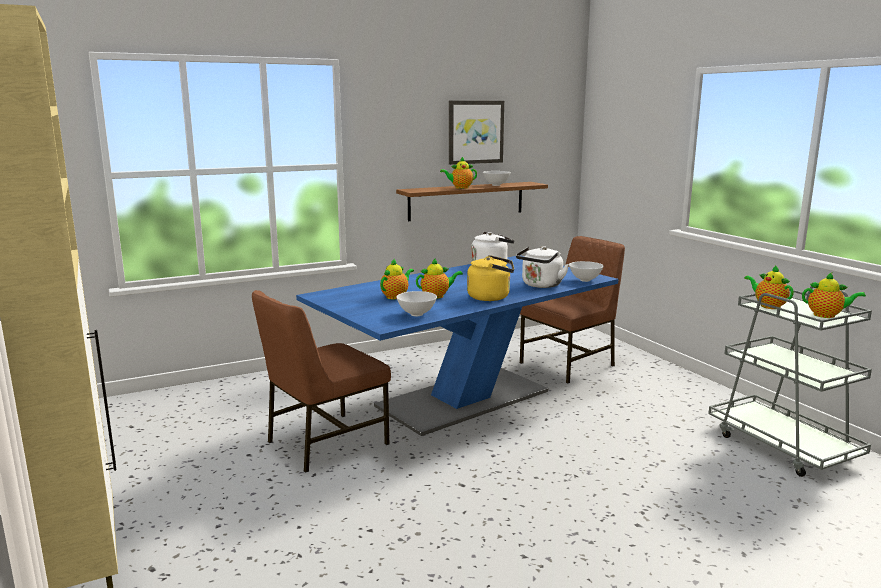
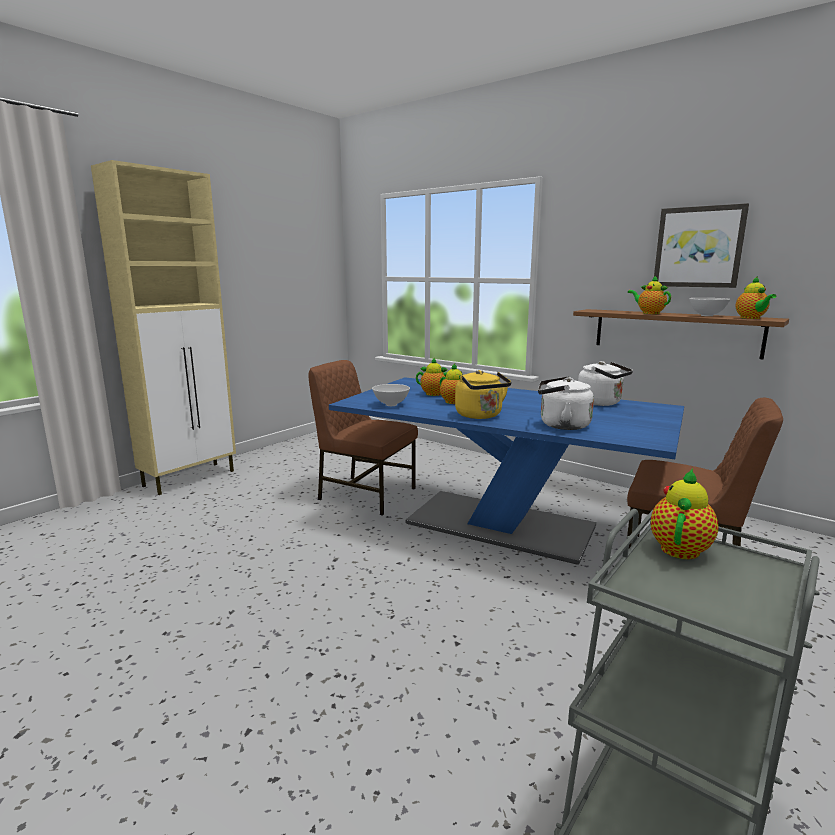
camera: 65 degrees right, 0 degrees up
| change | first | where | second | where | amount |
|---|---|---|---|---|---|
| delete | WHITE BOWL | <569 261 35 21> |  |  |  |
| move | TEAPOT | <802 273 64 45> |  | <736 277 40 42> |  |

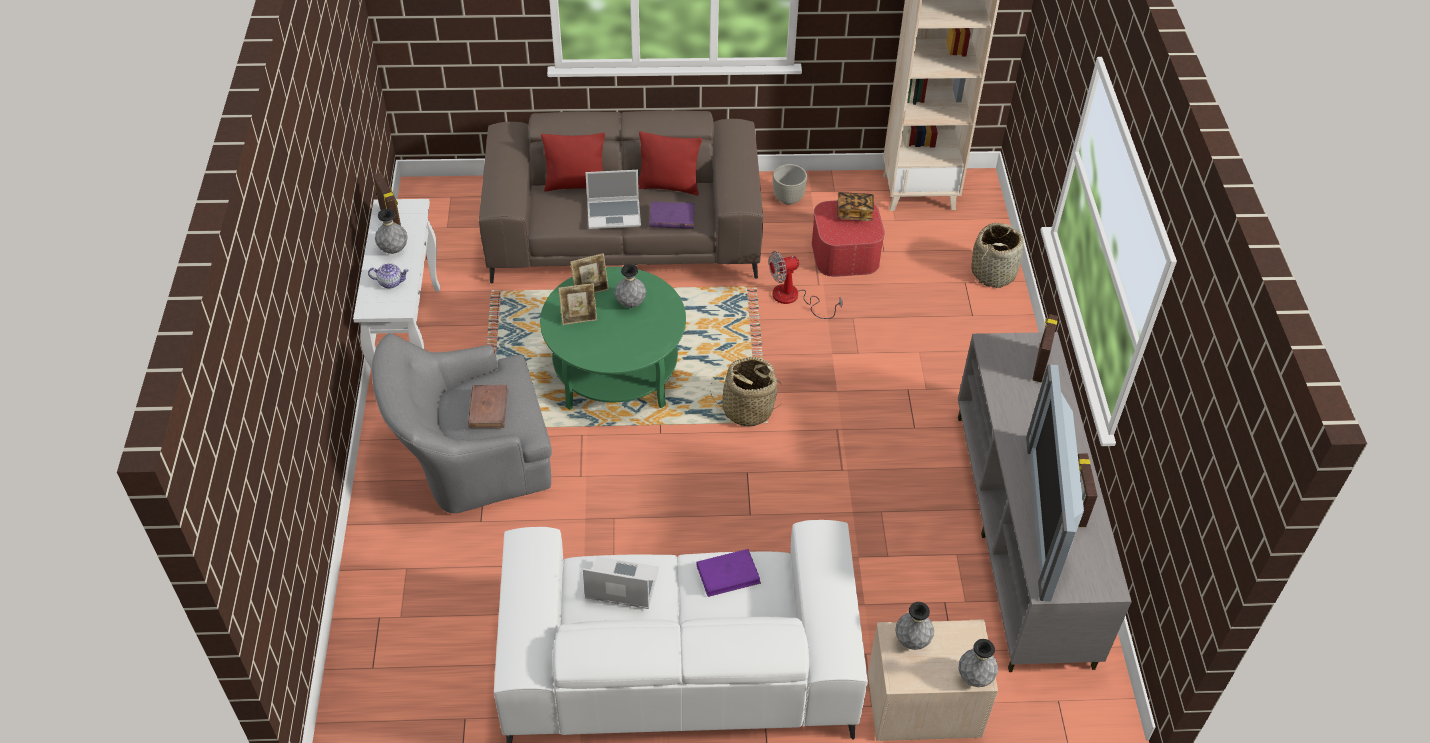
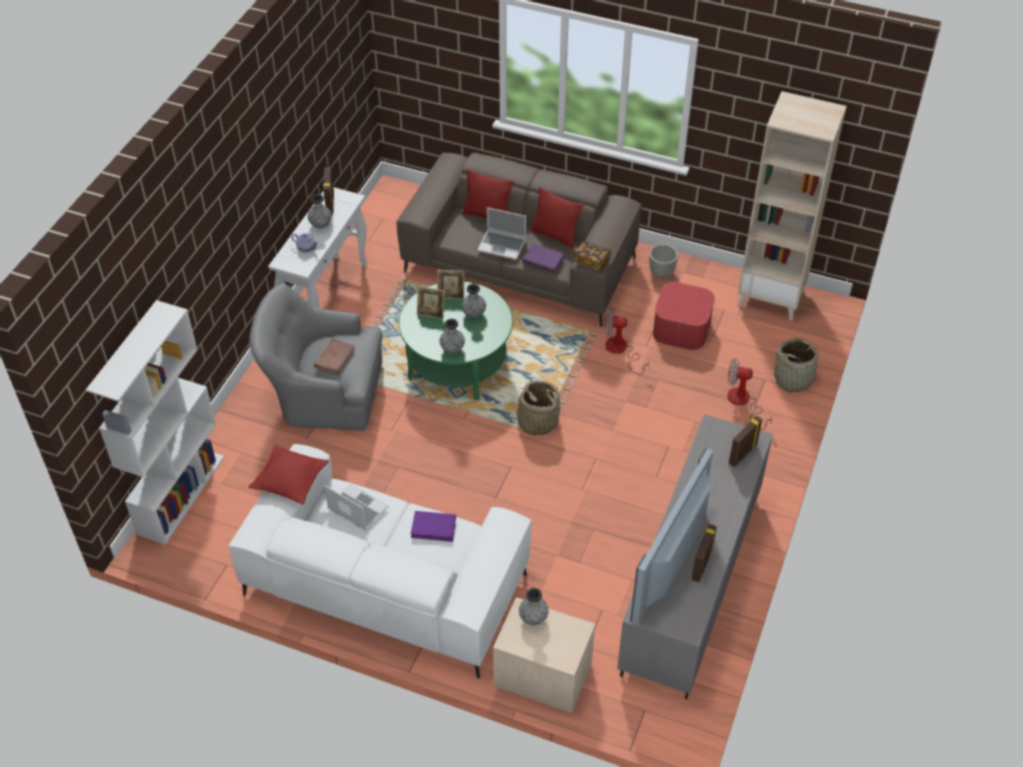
camera: 25 degrees right, 0 degrees up
| change | first | where | second | where | amount |
|---|---|---|---|---|---|
| move | BOOK | <837 192 37 29> |  | <574 241 37 30> |  |
| move | GREY VASE | <958 639 40 48> |  | <440 319 25 34> |  |
| insert |  |  | WHITE BOOKCASE | <86 300 138 245> |  |
| insert |  |  | FAN | <728 359 45 70> |  |
| insert |  |  | RED PILLOW | <249 444 80 60> |  |

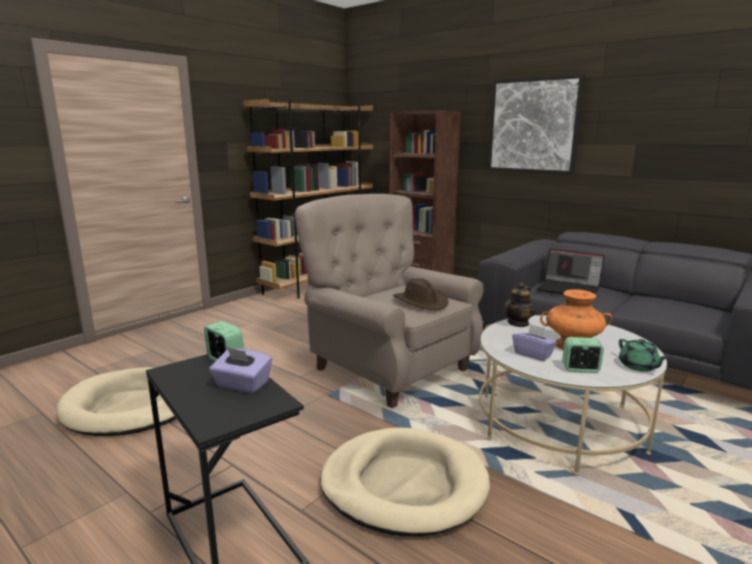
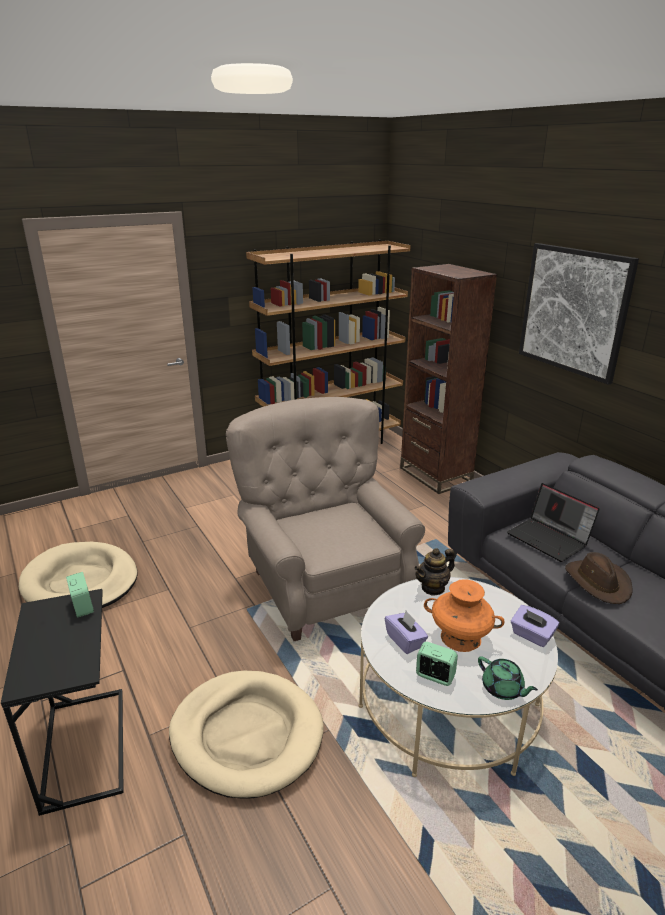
camera: 20 degrees right, 10 degrees up
| change | first | where | second | where | amount |
|---|---|---|---|---|---|
| move | BROWN HAT | <393 278 55 32> |  | <565 552 68 52> |  |
| rotate | GREEN TEAPOT | <619 339 49 33> |  | <478 656 60 44> | 45 degrees counterclockwise |
| move | PURPLE TISSUE BOX | <209 347 63 46> |  | <511 605 48 42> |  |

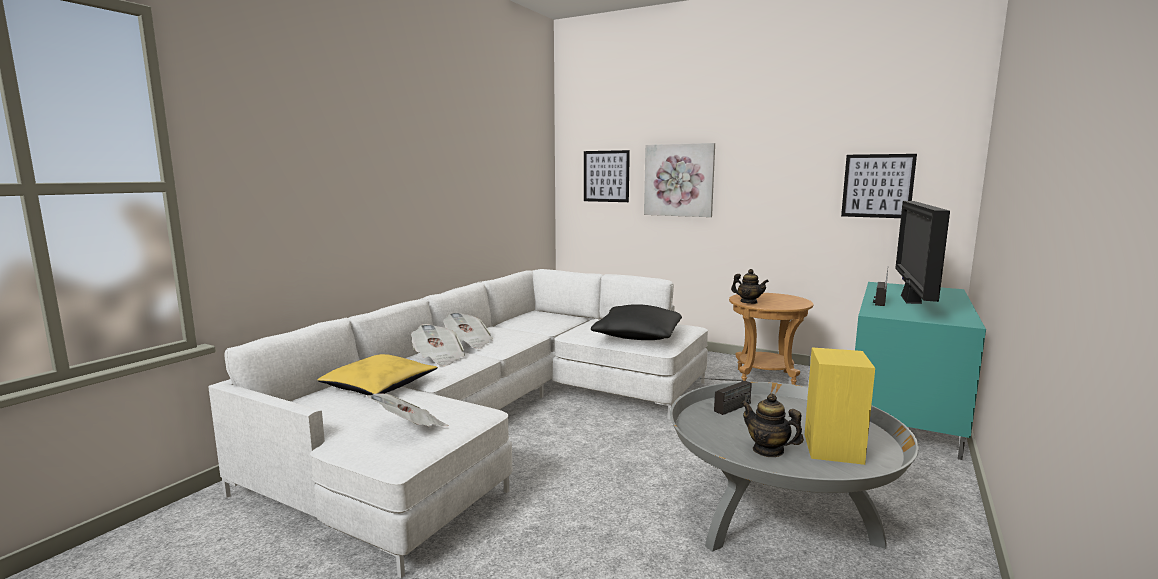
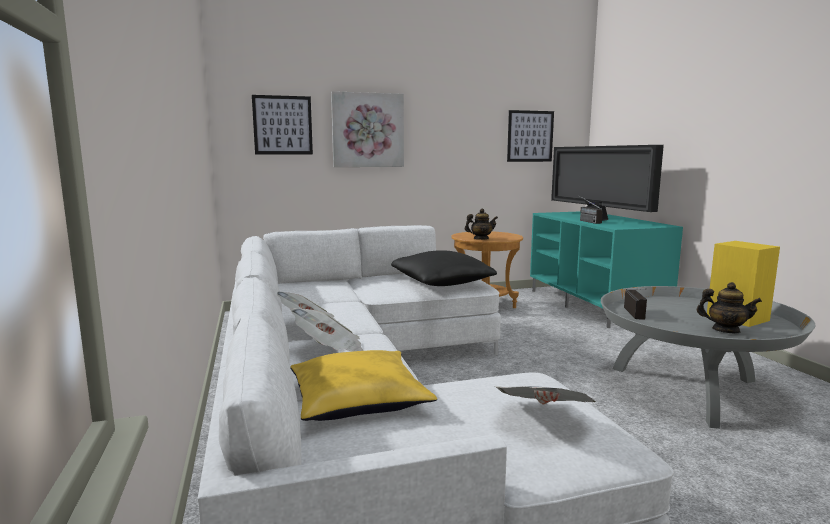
camera: 45 degrees left, 0 degrees up
| change | first | where | second | where | amount |
|---|---|---|---|---|---|
| rotate | TEAPOT | <741 393 63 64> |  | <697 282 65 51> | 150 degrees counterclockwise |

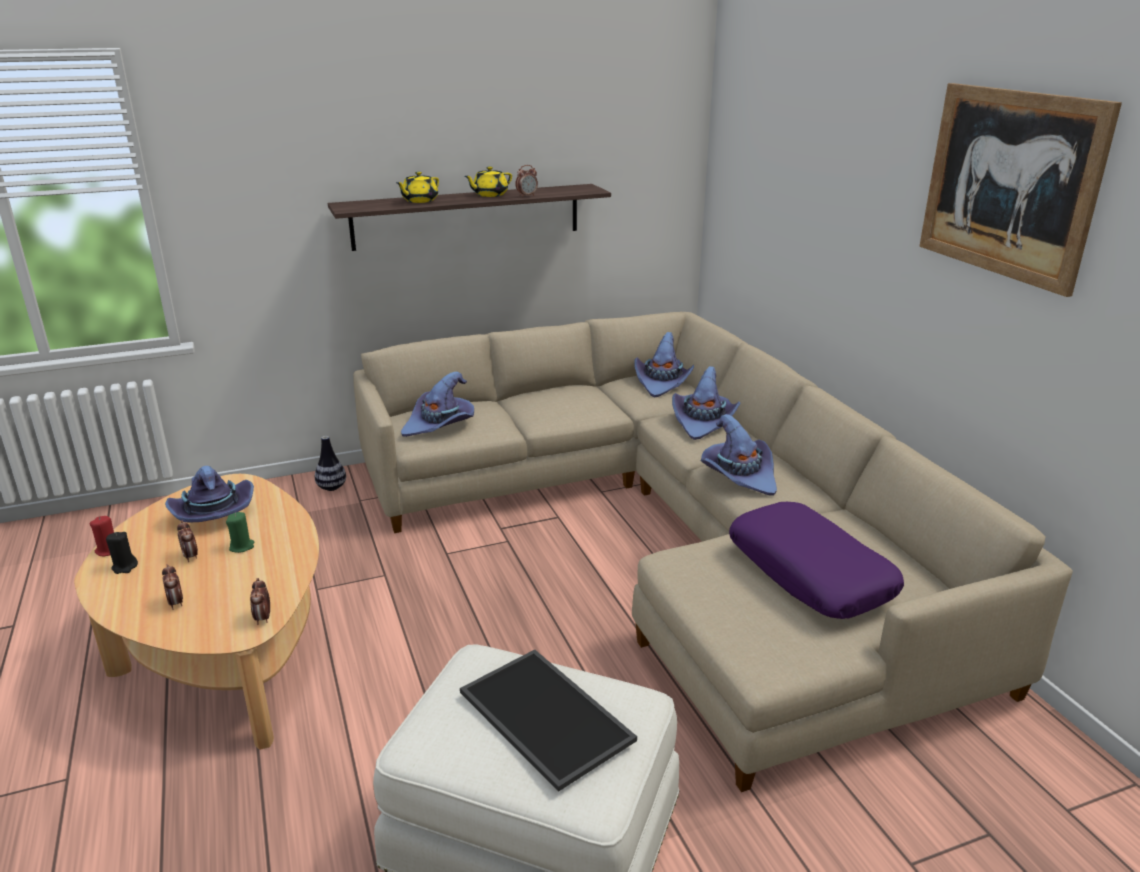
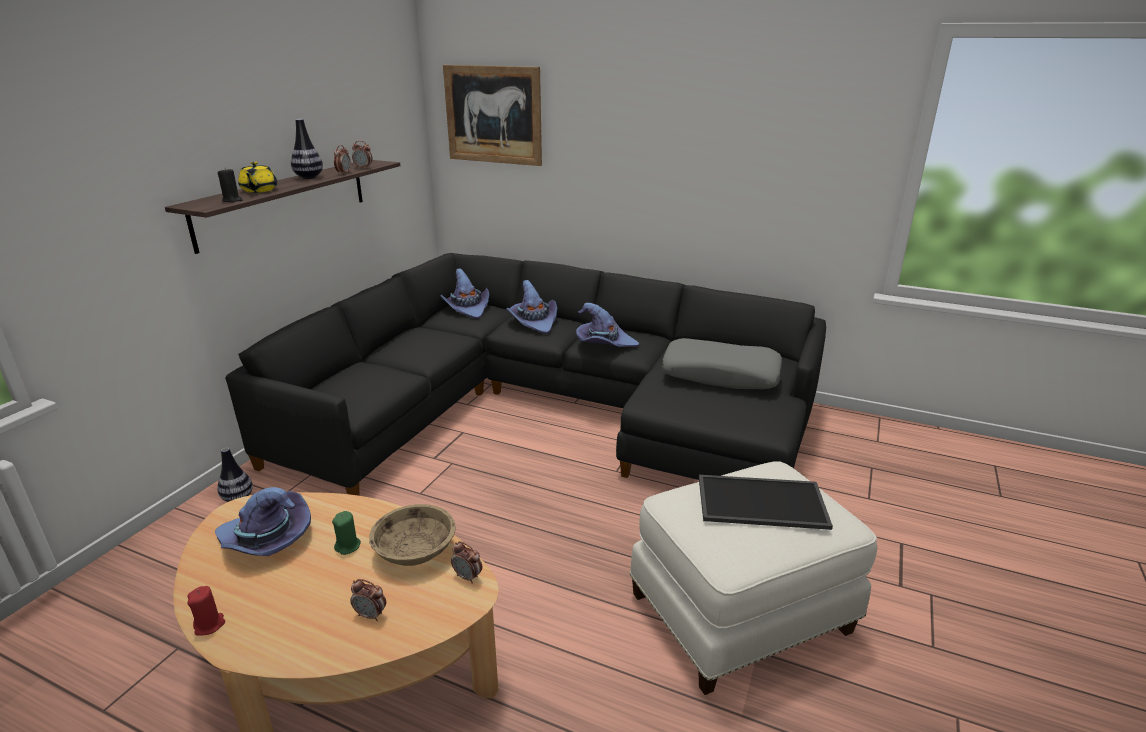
camera: 45 degrees left, 0 degrees up
| change | first | where | second | where | amount |
|---|---|---|---|---|---|
| move | PICTURE | <919 83 203 214> |  | <443 65 99 101> |  |
| replace | YELLOW TEAPOT | <464 166 48 31> | VASE | <291 119 32 60> |  |
| recolor | BEIGE SOFA | <353 312 720 480> | BLACK SOFA | <225 253 601 243> |  |
| delete | PURPLE HAT | <401 371 73 66> |  |  |  |
| recolor | PURPLE PILLOW | <729 502 175 117> | GREY PILLOW | <662 338 120 51> |  |
| move | ALARM CLOCK | <177 520 21 42> |  | <352 141 20 28> |  |
| move | BLACK CANDLE | <106 532 32 42> |  | <218 168 24 34> |  |
| insert |  |  | BEIGE BOWL | <369 504 87 62> |  |

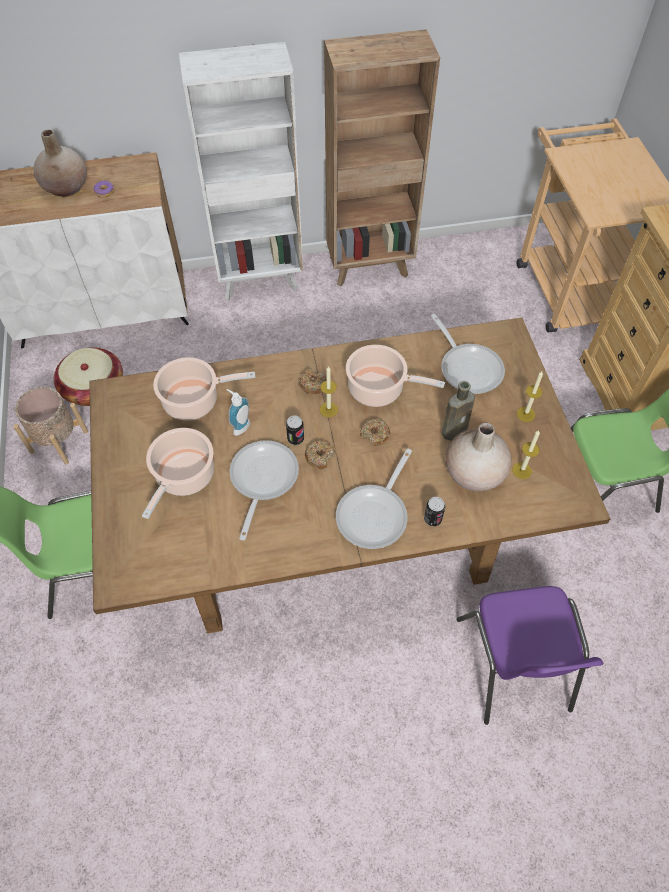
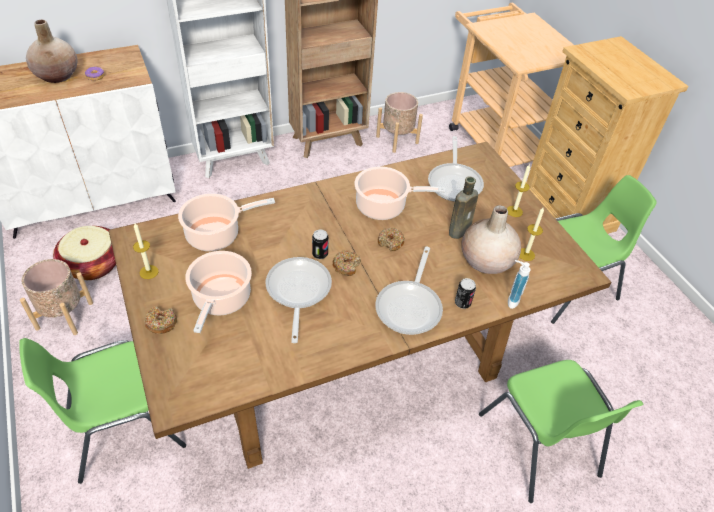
camera: 15 degrees left, 10 degrees down
| change | first | where | second | where | amount |
|---|---|---|---|---|---|
| rotate | FRYING PAN | <431 314 74 80> |  | <428 136 56 65> | 45 degrees clockwise |
| move | CANDLE | <320 366 18 51> |  | <133 223 26 56> |  |
| move | DONUT | <299 368 28 26> |  | <144 306 33 28> |  |
| move | SOAP DISPENSER | <226 389 24 47> |  | <508 260 22 49> |  |
| recolor | PURPLE CHAIR | <457 586 146 139> | GREEN CHAIR | <479 360 165 143> |  |
| insert |  |  | BEIGE PLANTER | <376 92 47 61> |  |

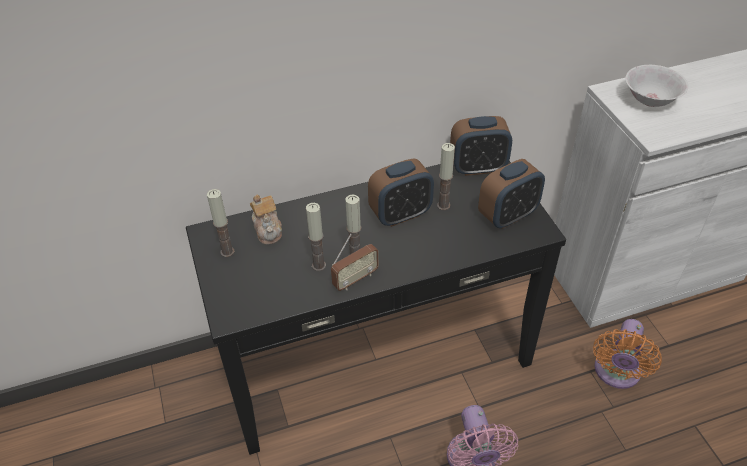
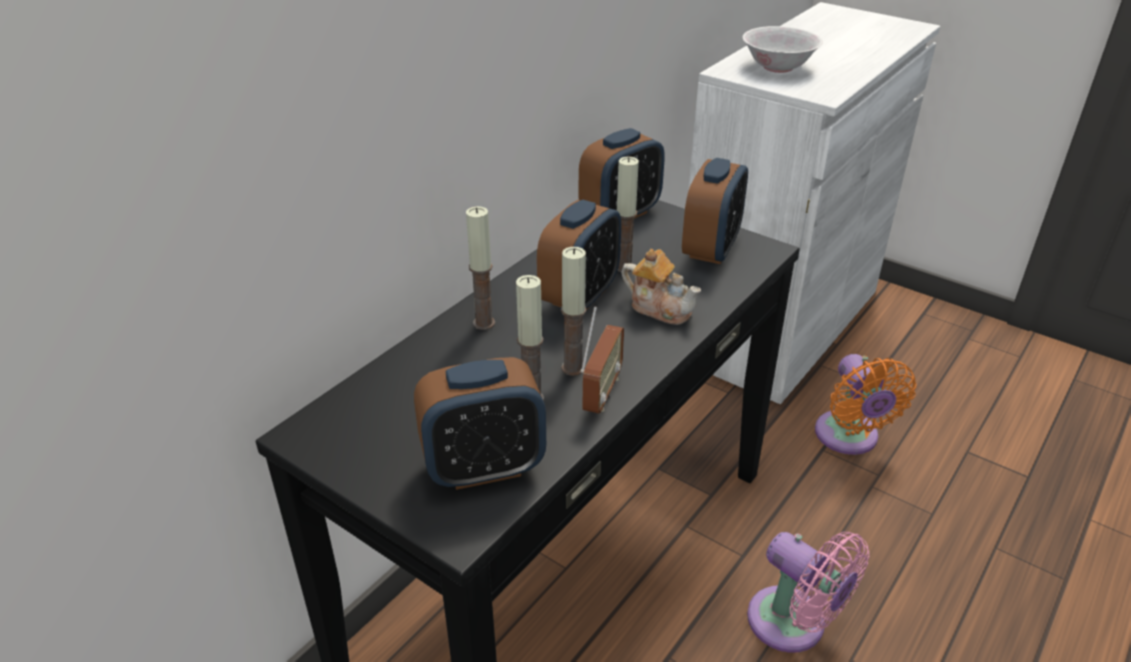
camera: 35 degrees left, 10 degrees down
| change | first | where | second | where | amount |
|---|---|---|---|---|---|
| move | CANDLE | <207 189 28 68> |  | <466 206 29 124> |  |
| move | TEAPOT | <250 194 32 51> |  | <621 249 80 76> |  |
| insert |  |  | ALARM CLOCK | <414 357 132 133> |  |

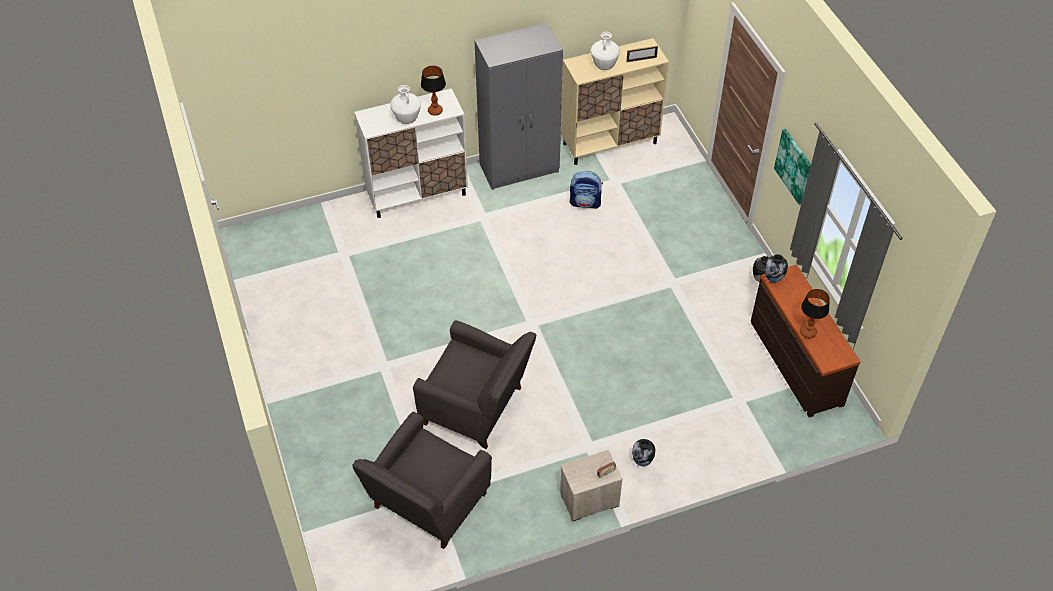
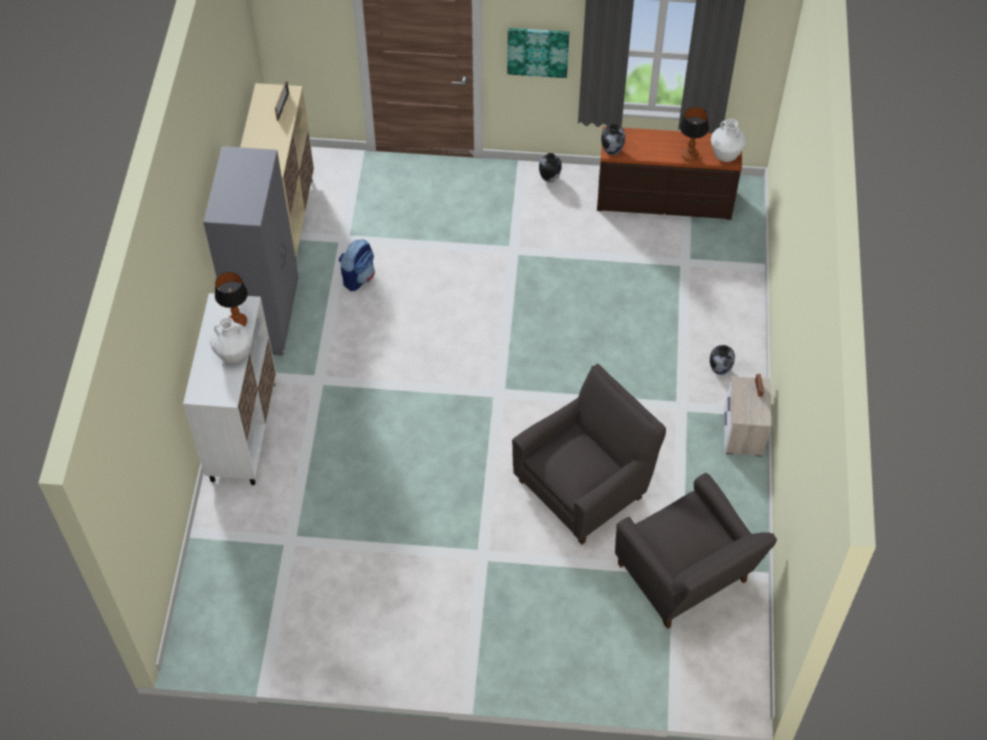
camera: 65 degrees left, 5 degrees up
| change | first | where | second | where | amount |
|---|---|---|---|---|---|
| move | WHITE VASE | <591 32 29 38> |  | <711 119 35 43> |  |

